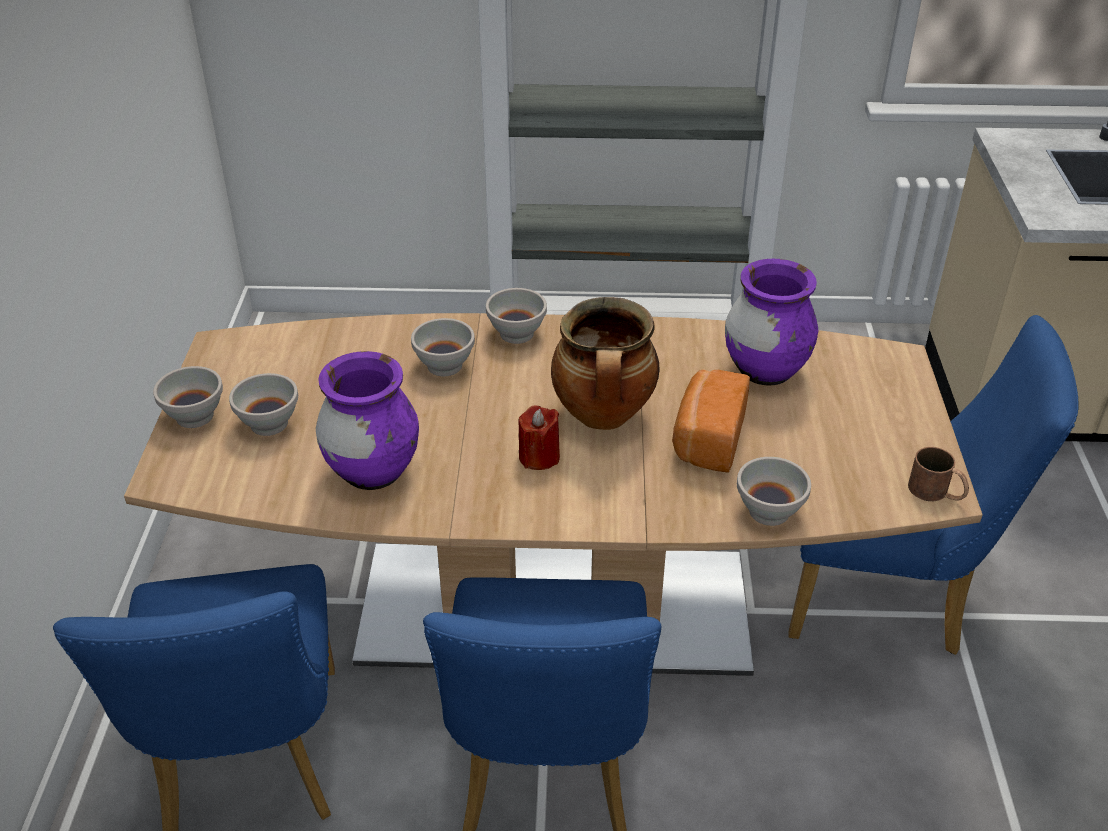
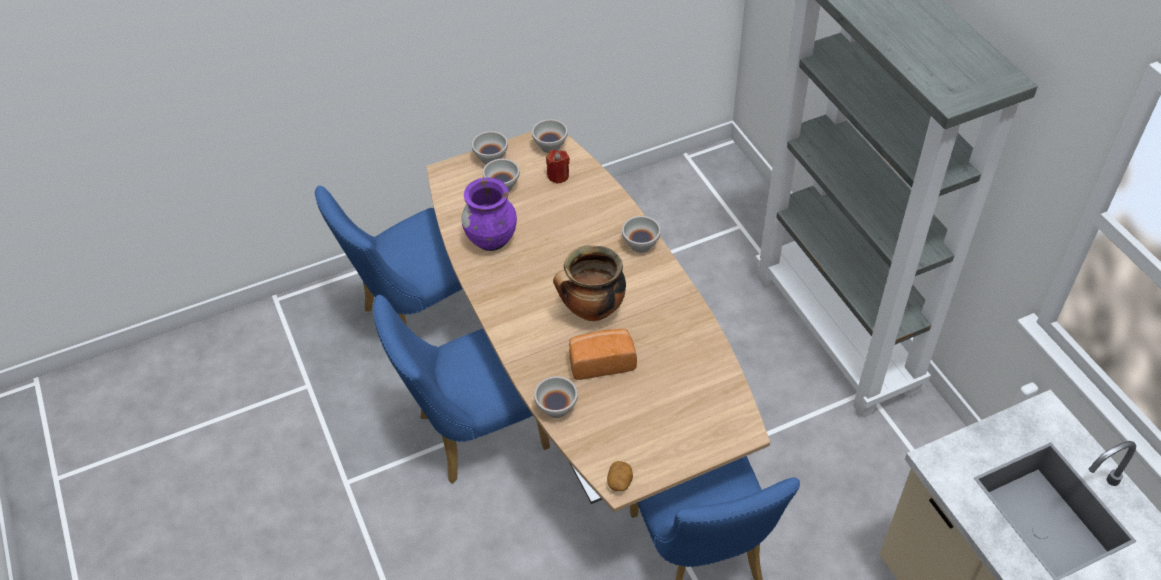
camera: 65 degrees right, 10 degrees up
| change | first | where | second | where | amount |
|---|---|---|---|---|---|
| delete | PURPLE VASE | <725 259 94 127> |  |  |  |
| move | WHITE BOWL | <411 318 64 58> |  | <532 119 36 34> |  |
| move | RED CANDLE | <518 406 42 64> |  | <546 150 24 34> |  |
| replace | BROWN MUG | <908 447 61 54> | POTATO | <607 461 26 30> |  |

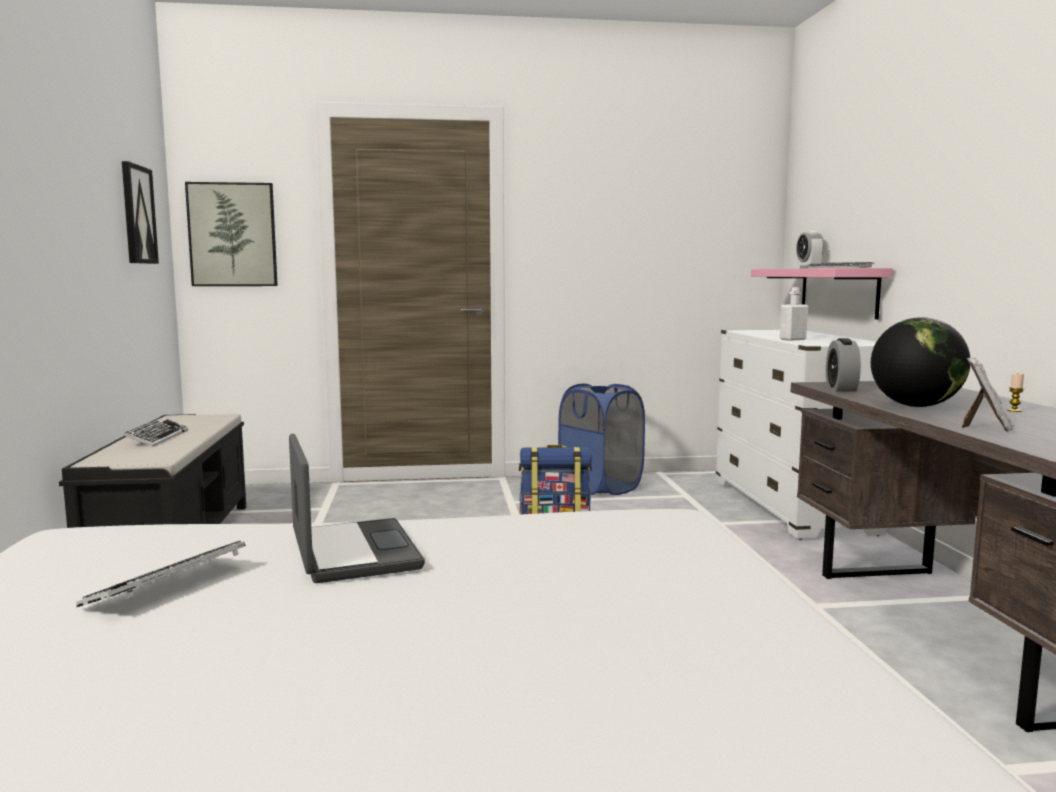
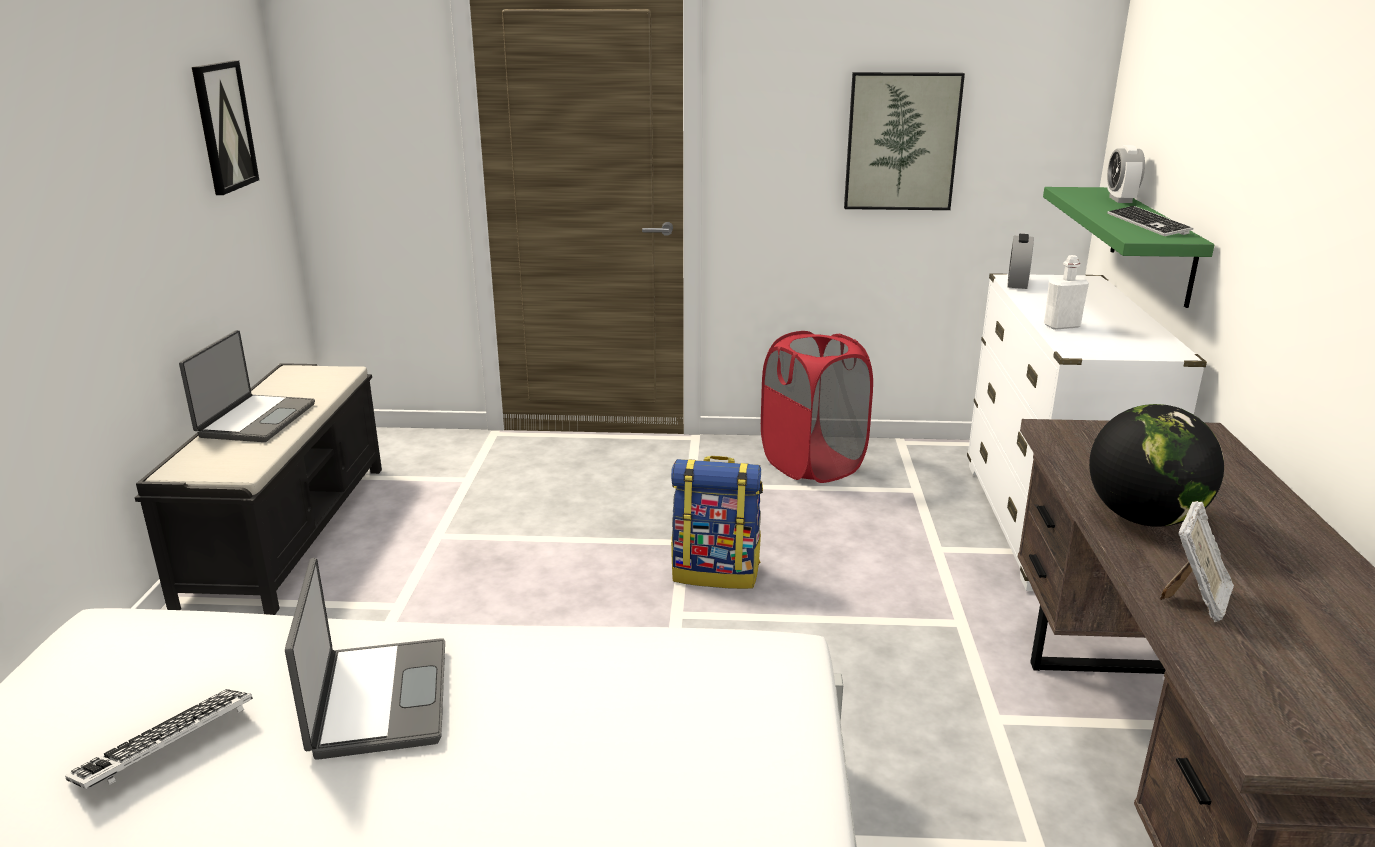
camera: 10 degrees right, 15 degrees up
| change | first | where | second | where | amount |
|---|---|---|---|---|---|
| move | PICTURE | <185 182 93 104> |  | <844 72 121 138> |  |
| recolor | PINK SHELF | <751 268 142 52> | GREEN SHELF | <1043 187 172 121> |  |
| move | ALARM CLOCK | <826 338 35 54> |  | <1007 234 27 55> |  |
| delete | CANDLE | <1007 374 17 38> |  |  |  |
| recolor | BLUE LAUNDRY BASKET | <558 384 87 111> | RED LAUNDRY BASKET | <761 331 112 152> |  |
| replace | KEYBOARD | <123 418 65 29> | LAPTOP | <179 330 136 112> |  |

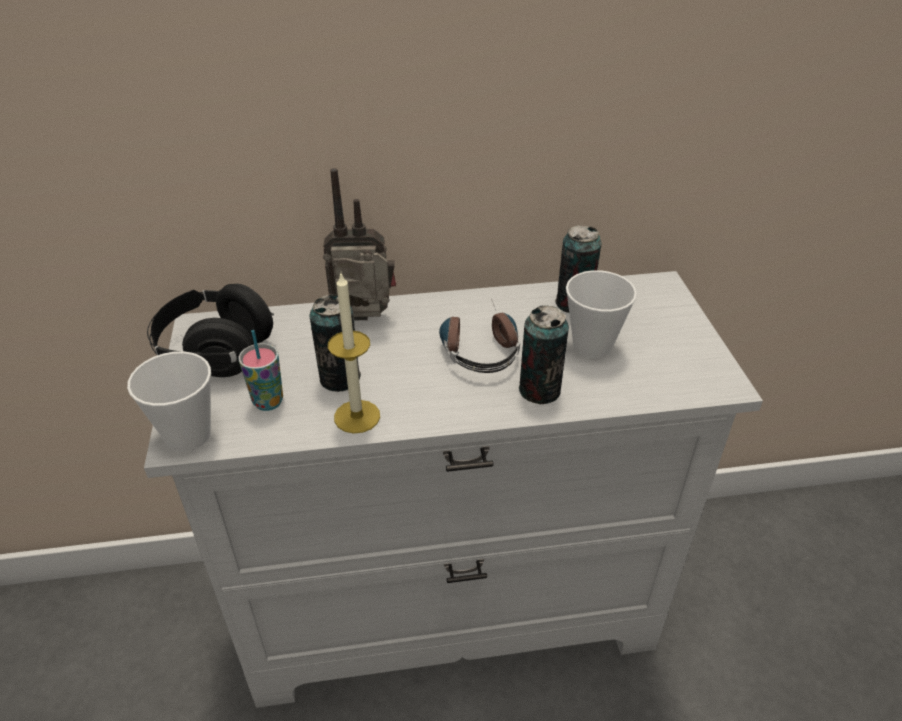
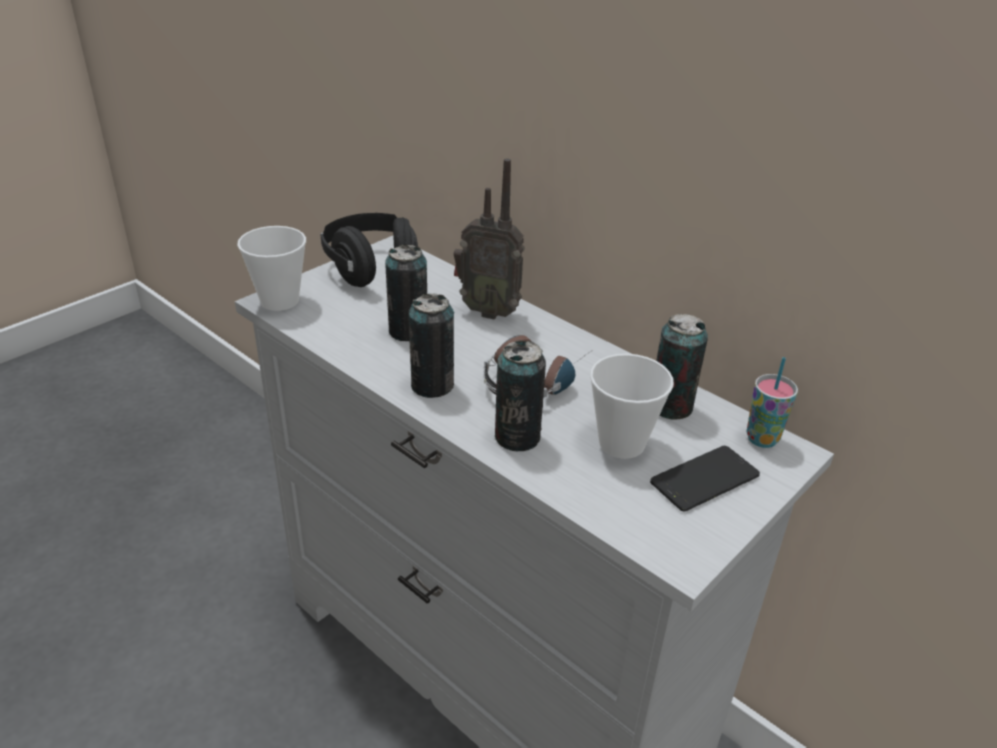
camera: 50 degrees right, 5 degrees down
| change | first | where | second | where | amount |
|---|---|---|---|---|---|
| rotate | RADIO | <323 168 73 153> |  | <454 159 71 161> | 150 degrees clockwise |
| delete | CANDLE | <328 274 52 159> |  |  |  |
| move | CUP | <239 330 44 81> |  | <746 357 52 91> |  |
| insert |  |  | CAN | <409 294 45 104> |  |
| insert |  |  | PHONE | <650 446 110 65> |  |

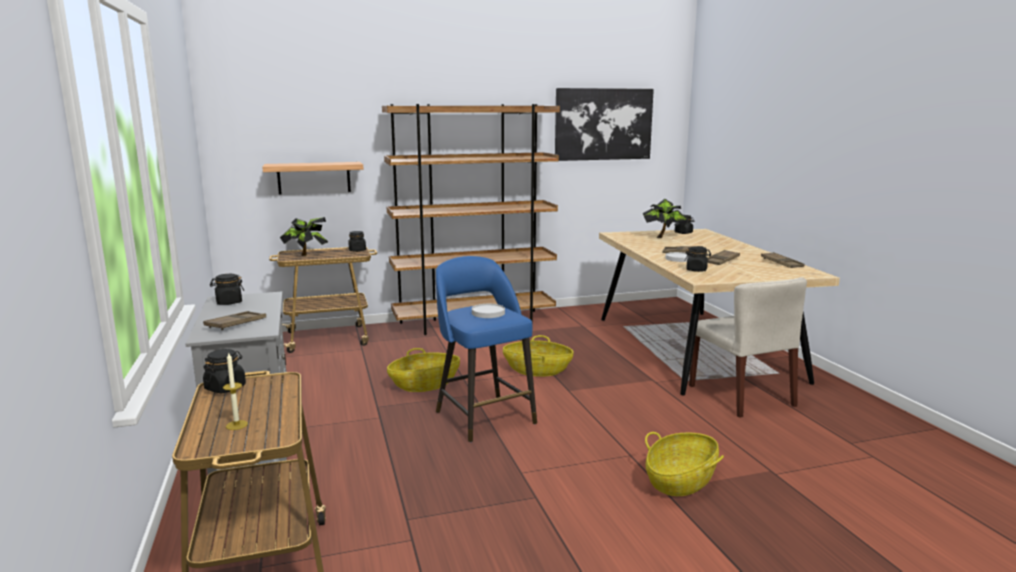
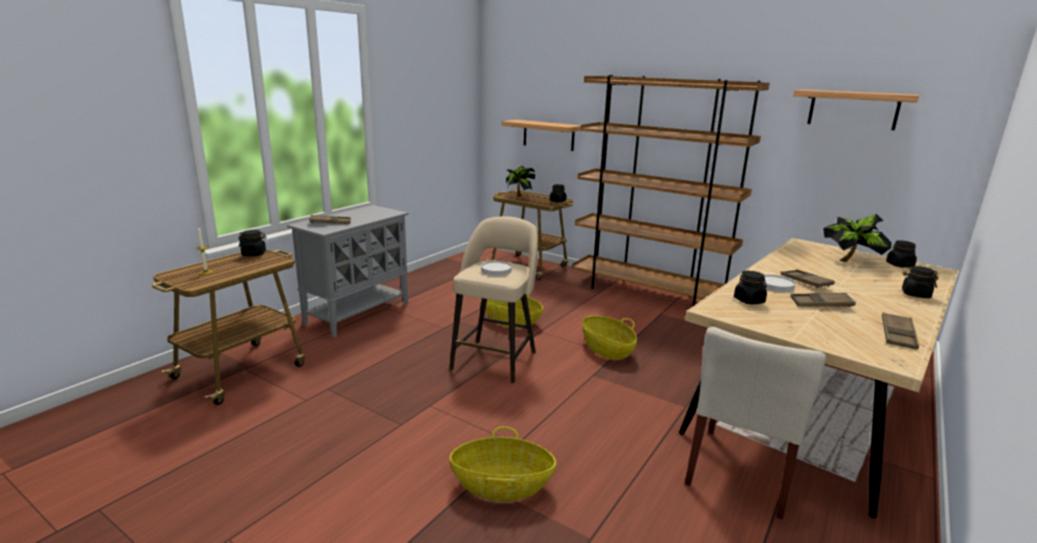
camera: 50 degrees right, 5 degrees up
| change | first | where | second | where | amount |
|---|---|---|---|---|---|
| replace | PICTURE | <555 88 99 73> | SHELF | <793 89 126 41> |  |
| recolor | BLUE STOOL | <436 256 101 186> | BEIGE STOOL | <449 216 89 167> |  |
| move | BLACK JAR | <210 274 34 31> |  | <902 266 37 32> |  |

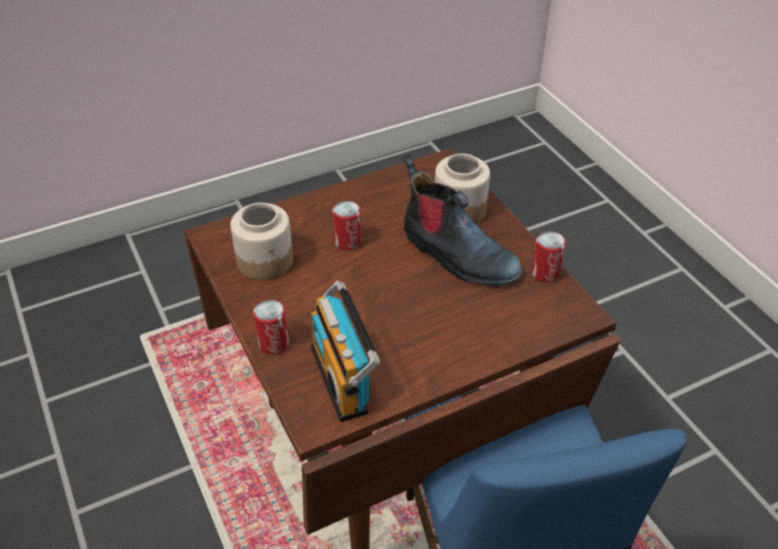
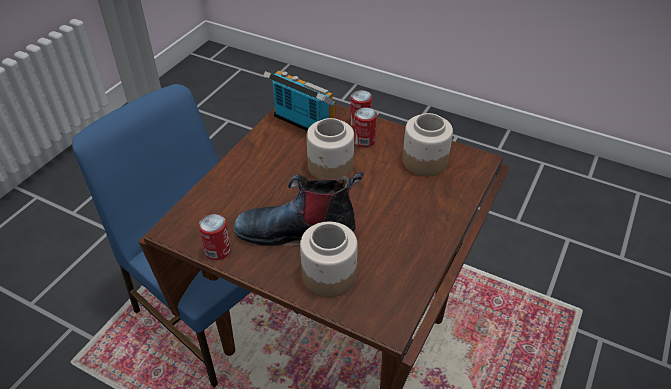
camera: 145 degrees right, 0 degrees up
| change | first | where | second | where | amount |
|---|---|---|---|---|---|
| move | CAN | <333 201 28 49> |  | <354 107 23 40> |  |
| insert |  |  | JAR | <307 118 47 62> |  |

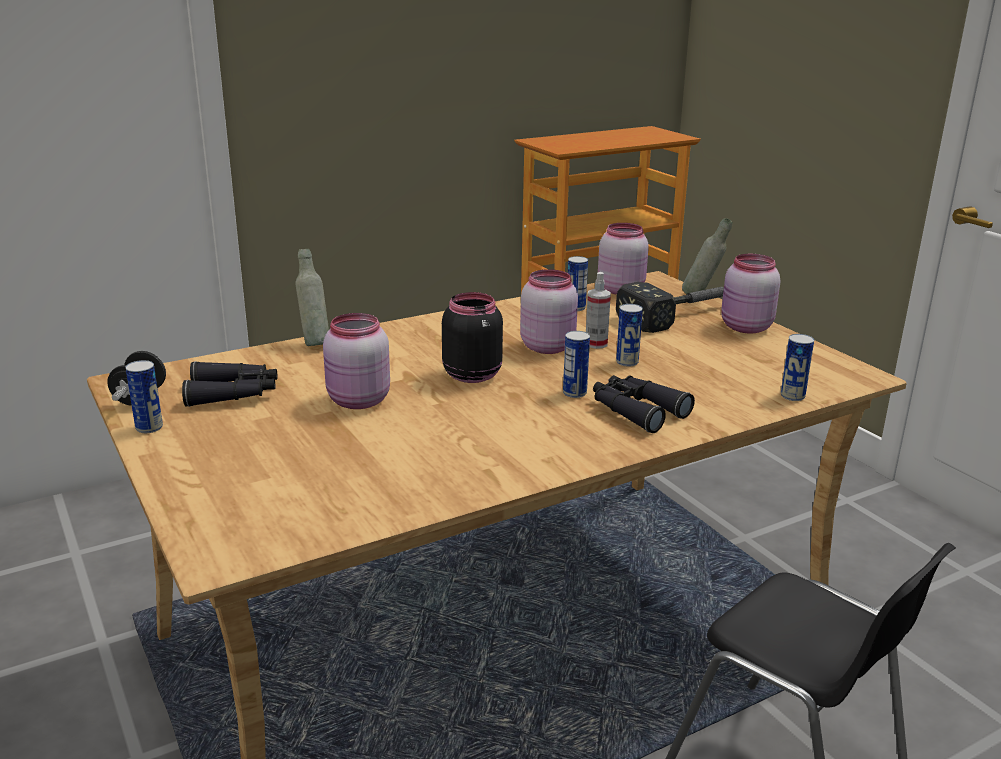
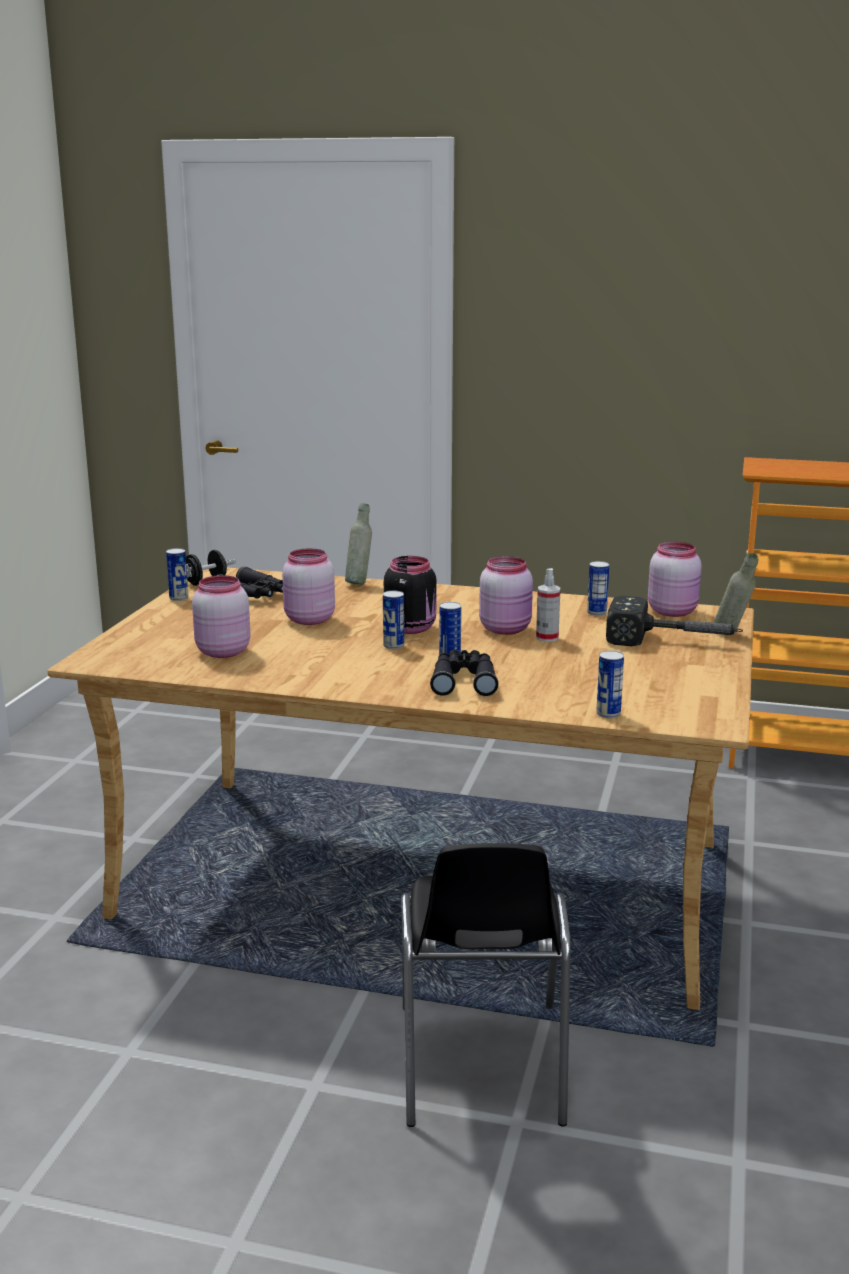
camera: 45 degrees right, 5 degrees down
| change | first | where | second | where | amount |
|---|---|---|---|---|---|
| move | PINK JAR | <721 254 59 79> |  | <192 575 58 83> |  |
| move | CAN | <616 304 27 63> |  | <383 590 21 59> |  |

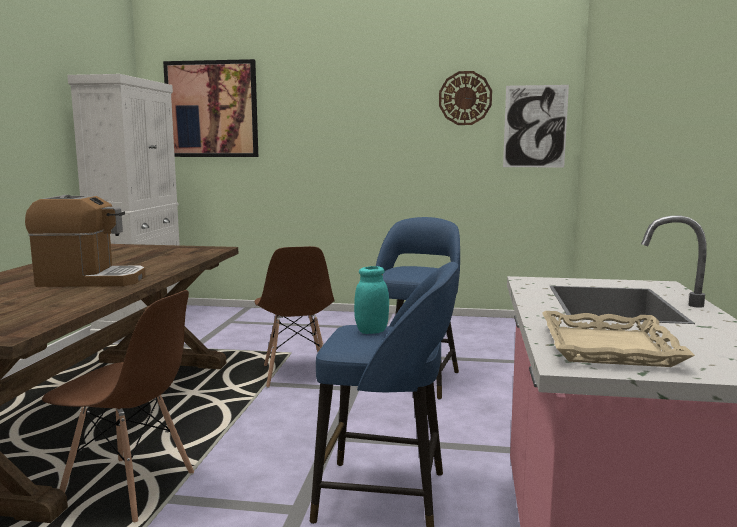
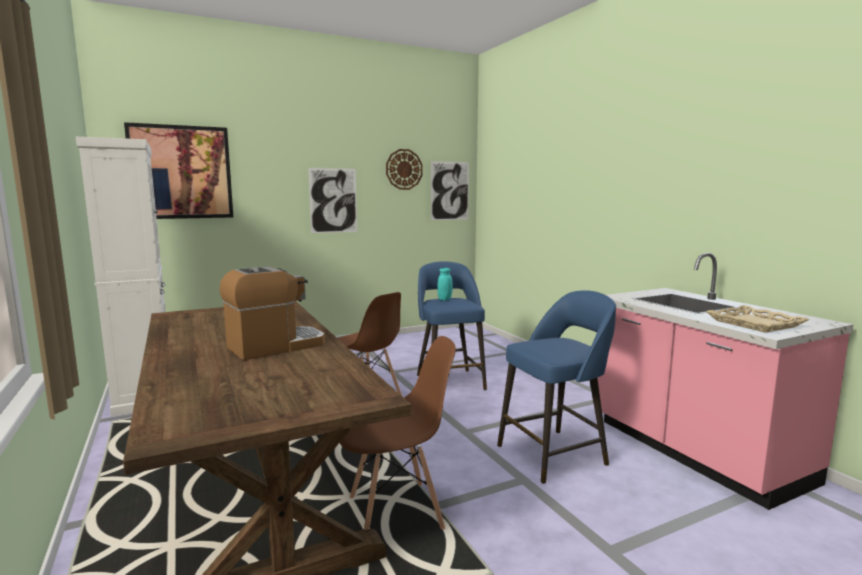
camera: 35 degrees left, 0 degrees up
| change | first | where | second | where | amount |
|---|---|---|---|---|---|
| move | TURQUOISE JAR | <354 266 35 68> |  | <437 268 16 33> |  |
| insert |  |  | PICTURE | <308 168 49 65> |  |

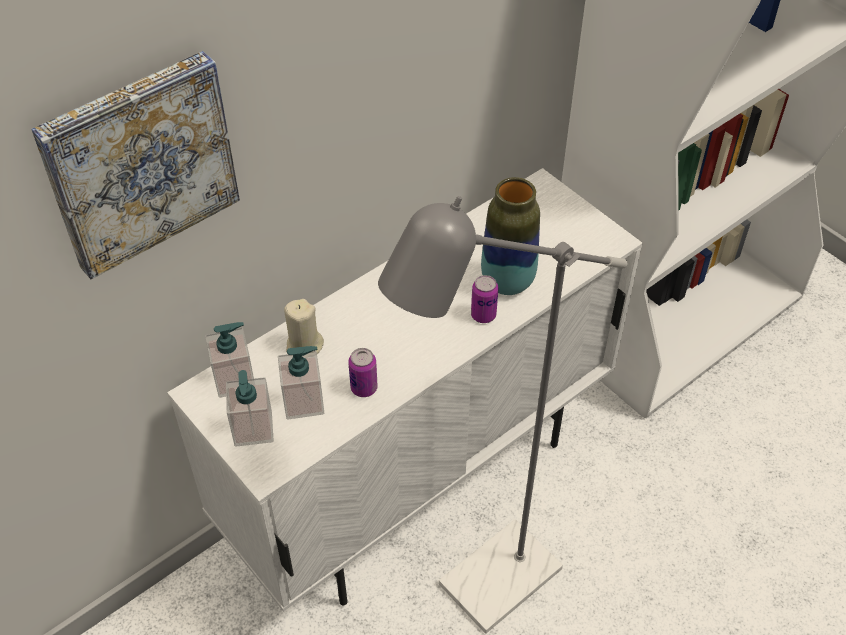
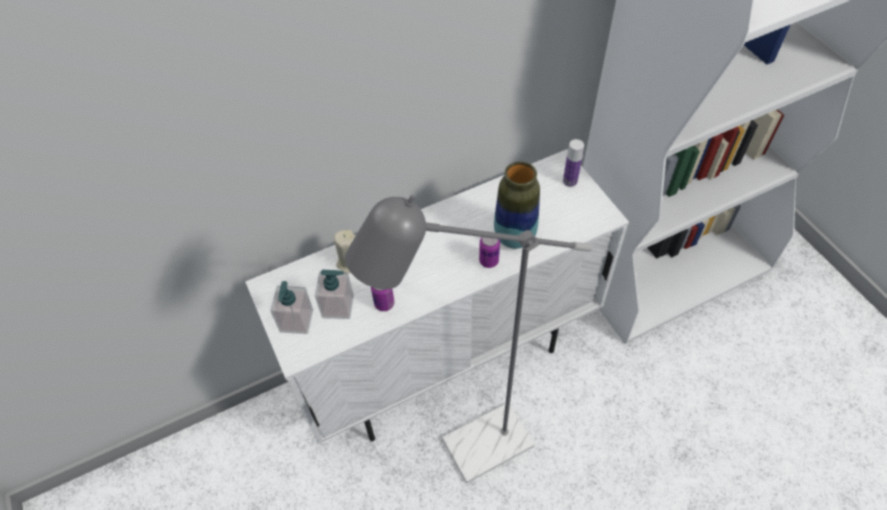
camera: 15 degrees right, 5 degrees up
| change | first | where | second | where | amount |
|---|---|---|---|---|---|
| delete | PICTURE | <31 51 209 228> |  |  |  |
| delete | SOAP DISPENSER | <205 322 49 76> |  |  |  |
| insert |  |  | BOTTLE | <563 139 21 48> |  |

